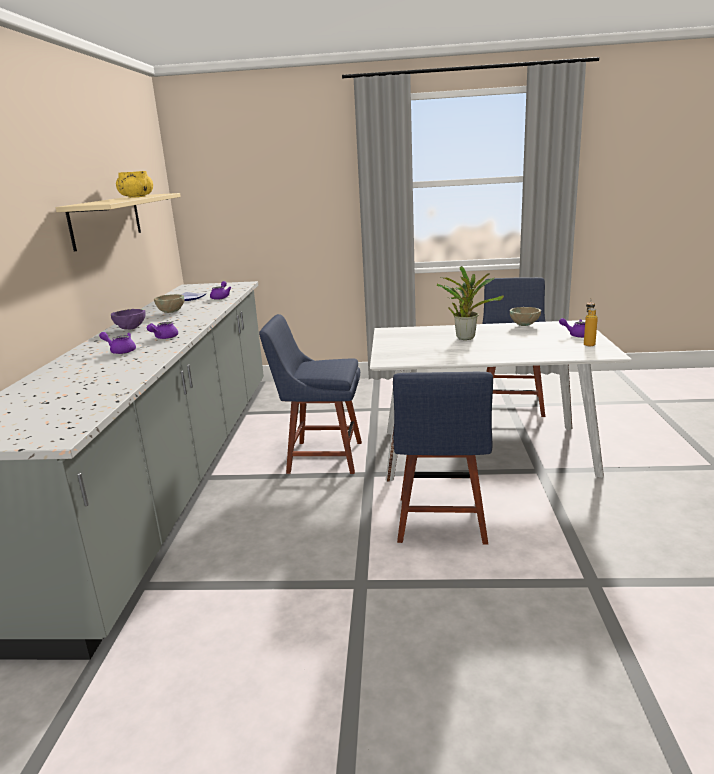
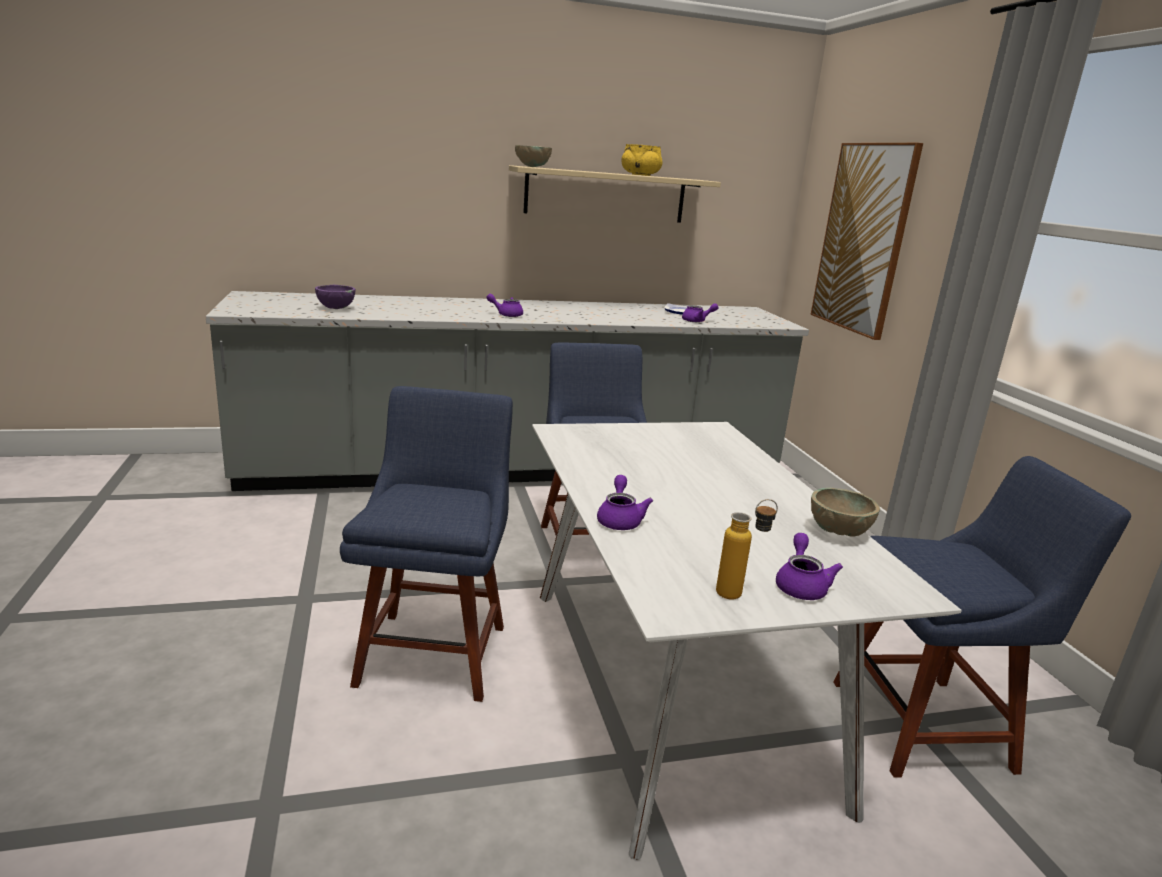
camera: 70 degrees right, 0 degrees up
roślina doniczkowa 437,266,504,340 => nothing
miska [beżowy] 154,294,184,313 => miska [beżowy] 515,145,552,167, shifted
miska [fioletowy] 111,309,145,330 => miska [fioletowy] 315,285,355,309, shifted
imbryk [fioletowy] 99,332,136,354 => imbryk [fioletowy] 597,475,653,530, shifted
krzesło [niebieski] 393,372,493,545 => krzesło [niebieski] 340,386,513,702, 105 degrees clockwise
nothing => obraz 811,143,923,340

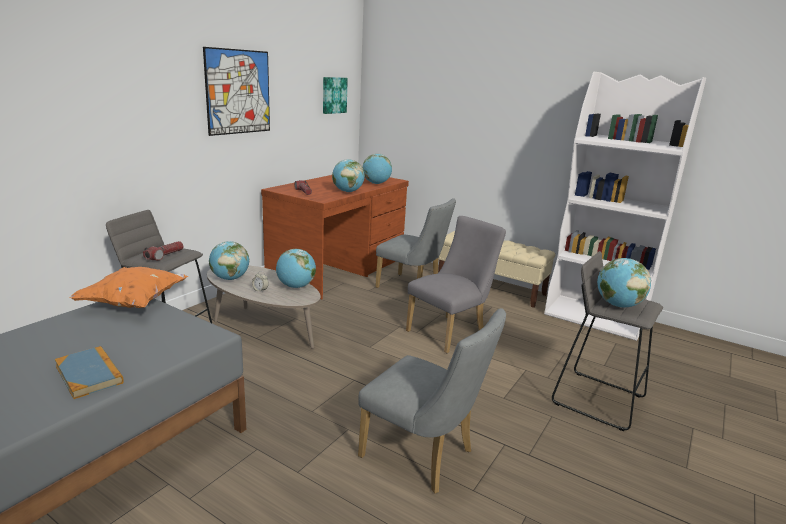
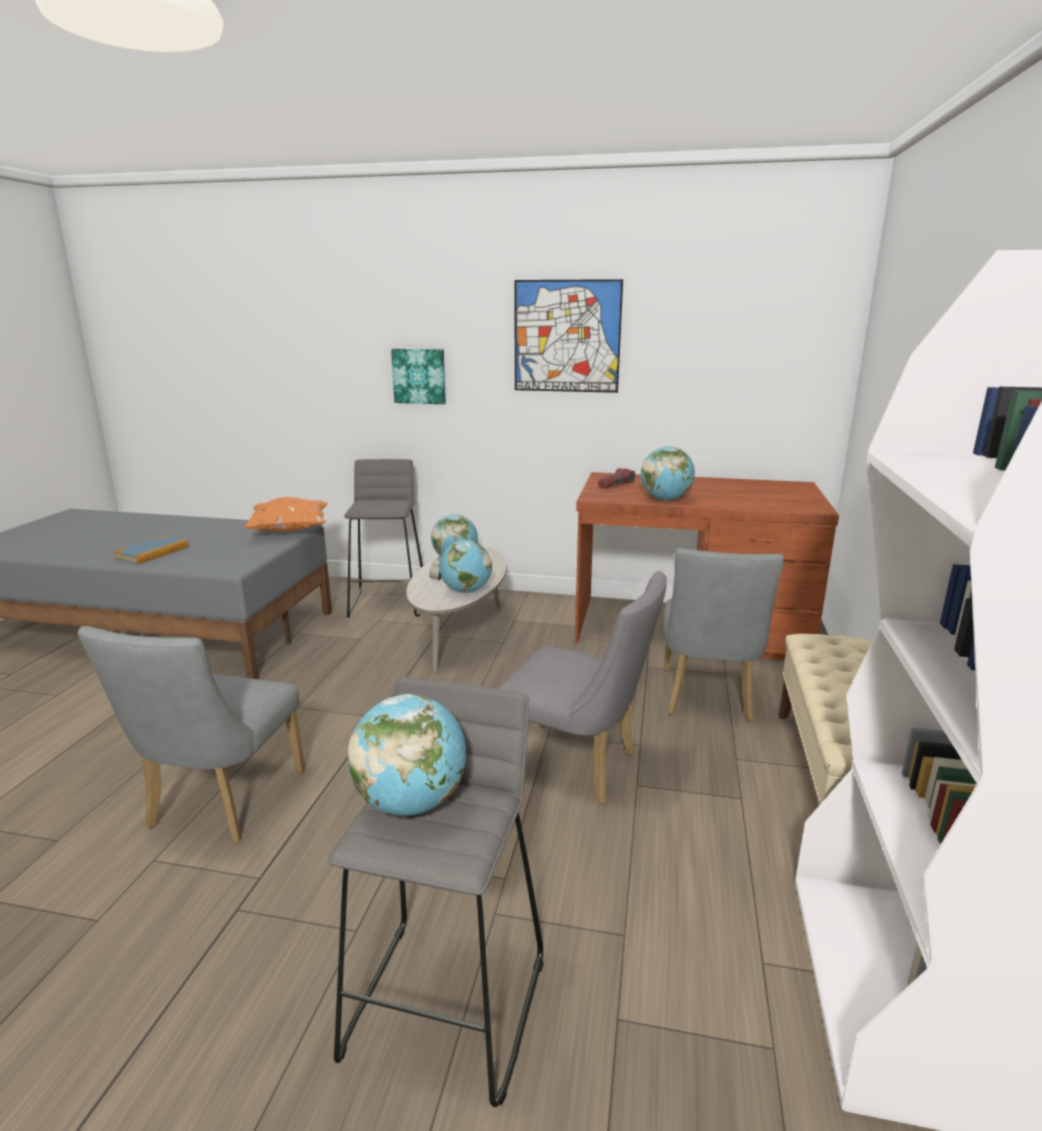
camera: 70 degrees right, 0 degrees up
obraz 323,77,348,114 => obraz 391,348,446,404, shifted
globus 362,154,392,184 => nothing
latarka 143,241,184,261 => nothing

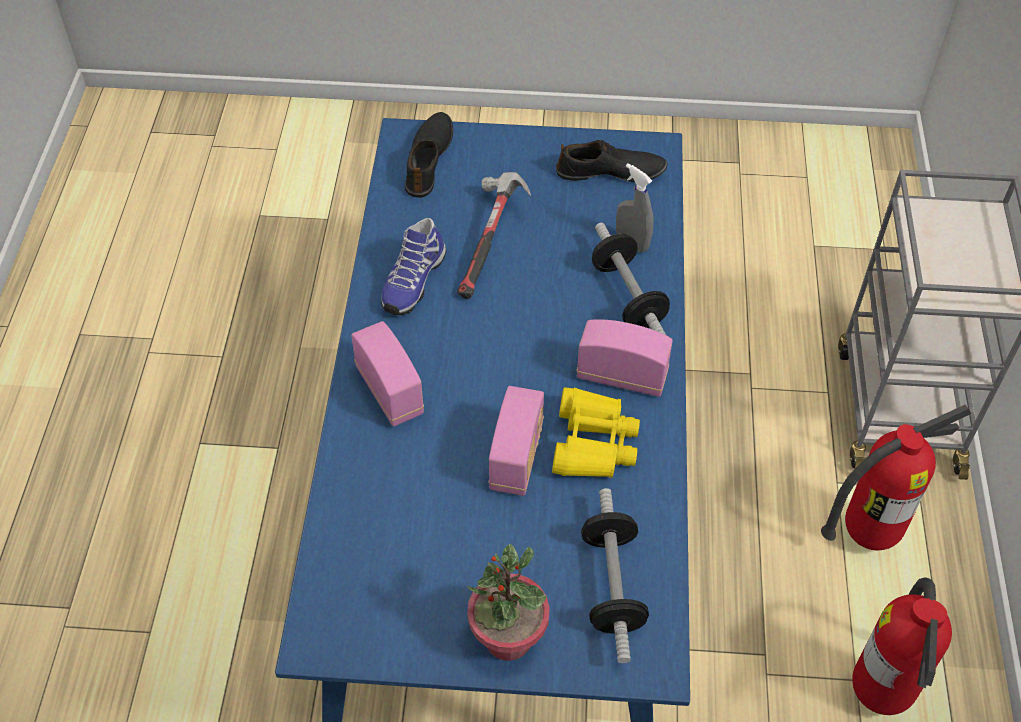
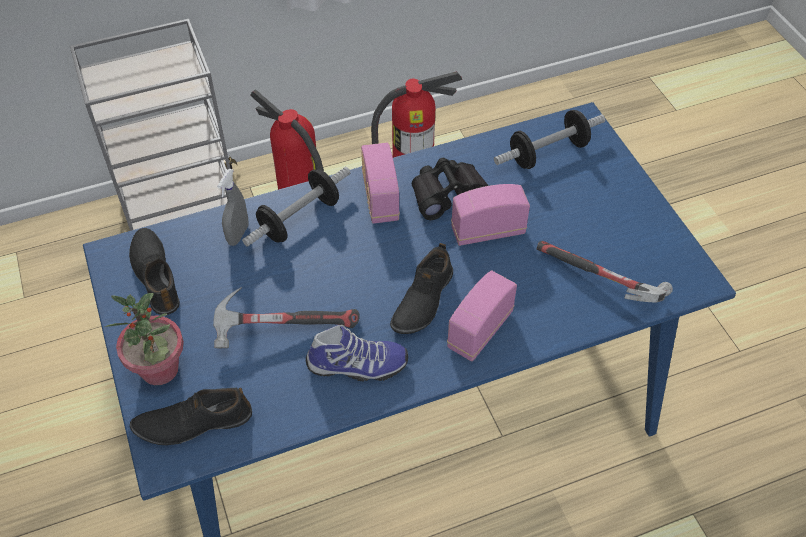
camera: 115 degrees left, 0 degrees up
lornetka [żółty] 552,387,640,478 => lornetka [czarny] 412,158,489,220
roślina doniczkowa 467,544,550,661 => roślina doniczkowa 105,293,184,385, shifted
nothing => młotek 537,241,673,302
nothing => but [czarny] 390,243,453,334

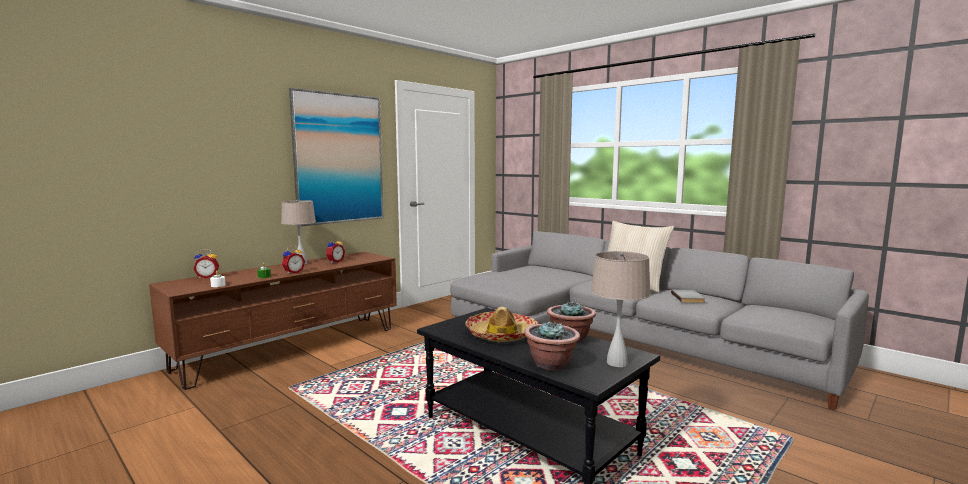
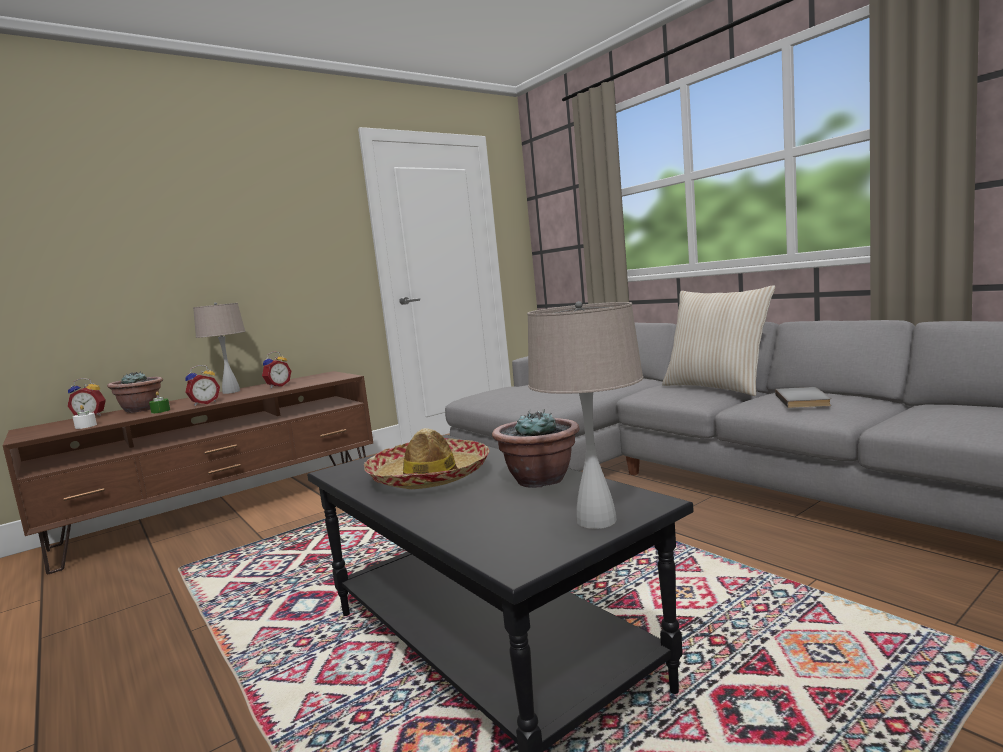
camera: 10 degrees right, 0 degrees up
obraz 289,88,384,226 => nothing
roślina doniczkowa 524,320,580,371 => roślina doniczkowa 107,371,163,413, shifted

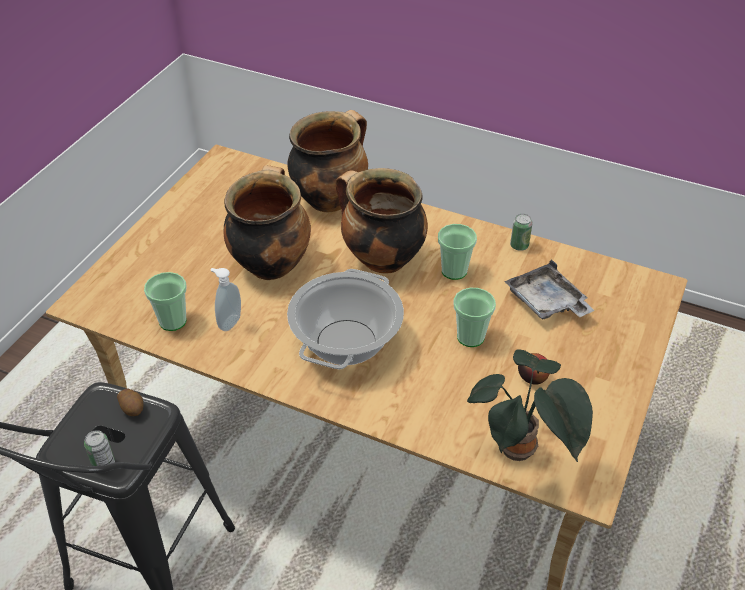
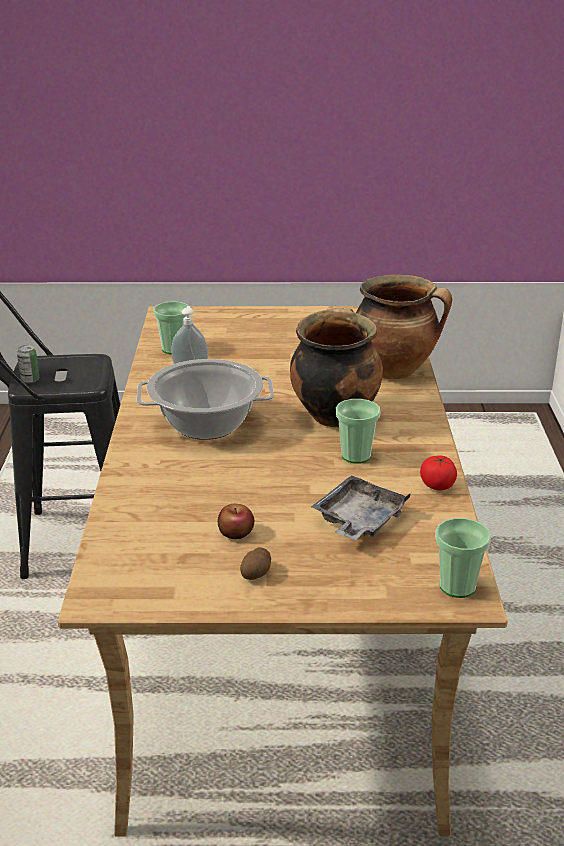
camera: 65 degrees right, 15 degrees down
garnek 224,165,311,280 => nothing
puszka 510,214,533,251 => pomidor 420,455,457,491
filiżanka 454,288,496,347 => filiżanka 435,518,491,598, shifted
roślina doniczkowa 467,349,593,462 => nothing
ziemniak 117,389,143,416 => ziemniak 240,547,271,580, shifted

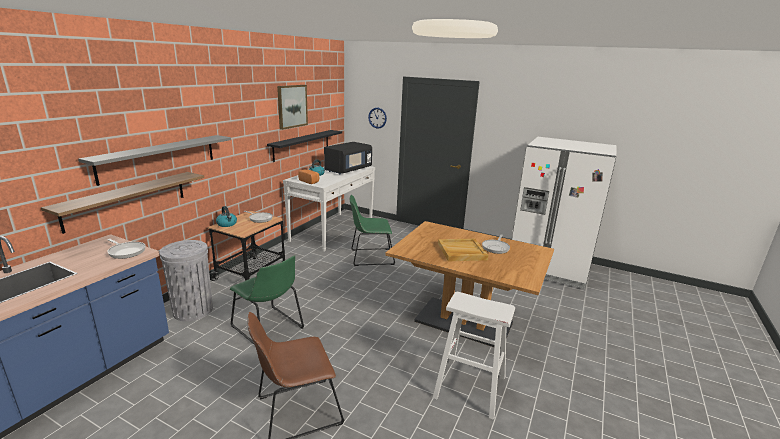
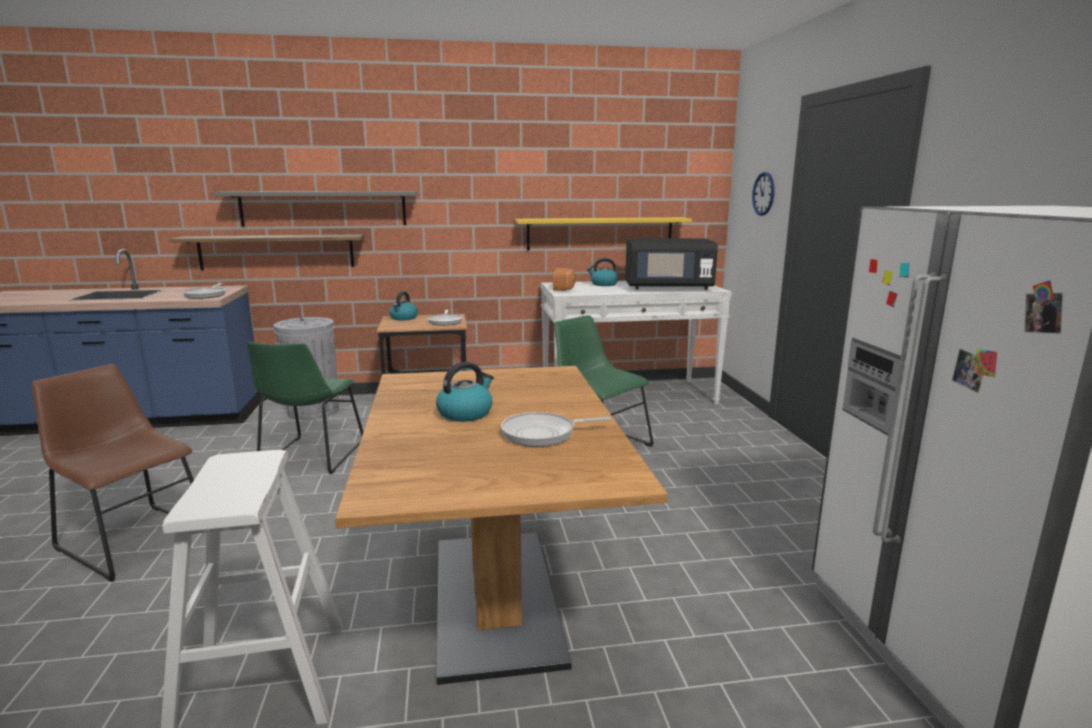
camera: 55 degrees right, 5 degrees down
obraz 277,85,308,130 => nothing
półka [czarny] 267,130,342,162 => półka [żółty] 515,217,692,250
taca [beżowy] 438,239,489,261 => czajnik 436,362,494,422

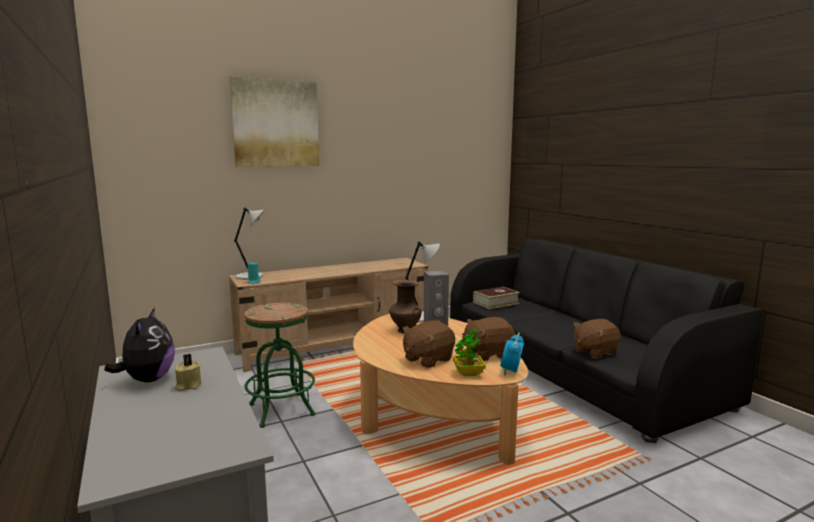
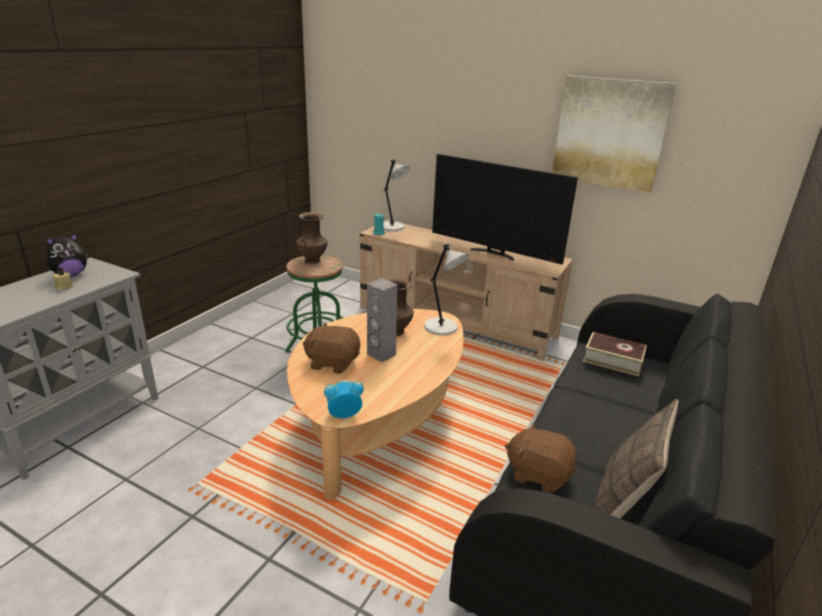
camera: 55 degrees right, 15 degrees up
obraz 229,76,319,167 => obraz 552,75,677,193, shifted
pluszak [brązowy] 461,317,515,361 => nothing
roślina doniczkowa 453,329,485,376 => nothing
nothing => telewizor 432,154,578,265
nothing => wazon [brązowy] 296,212,328,264
nothing => poduszka 594,399,678,518

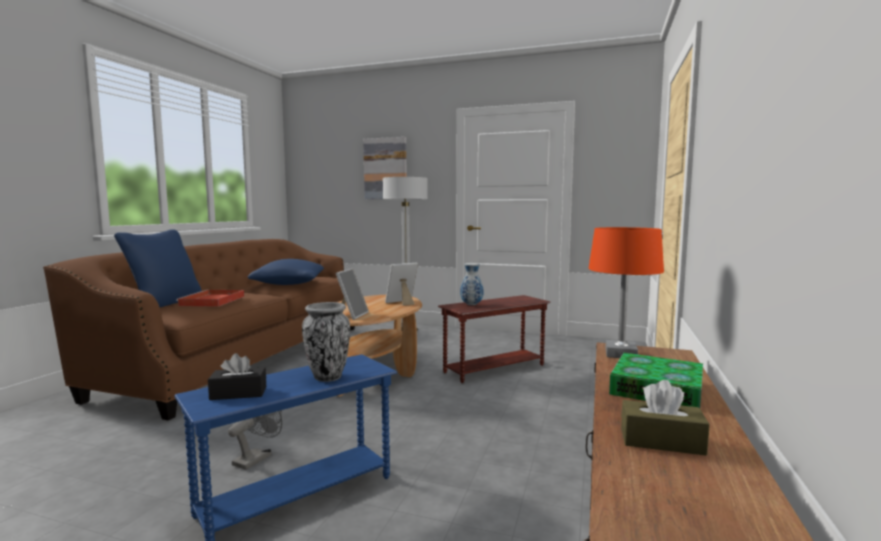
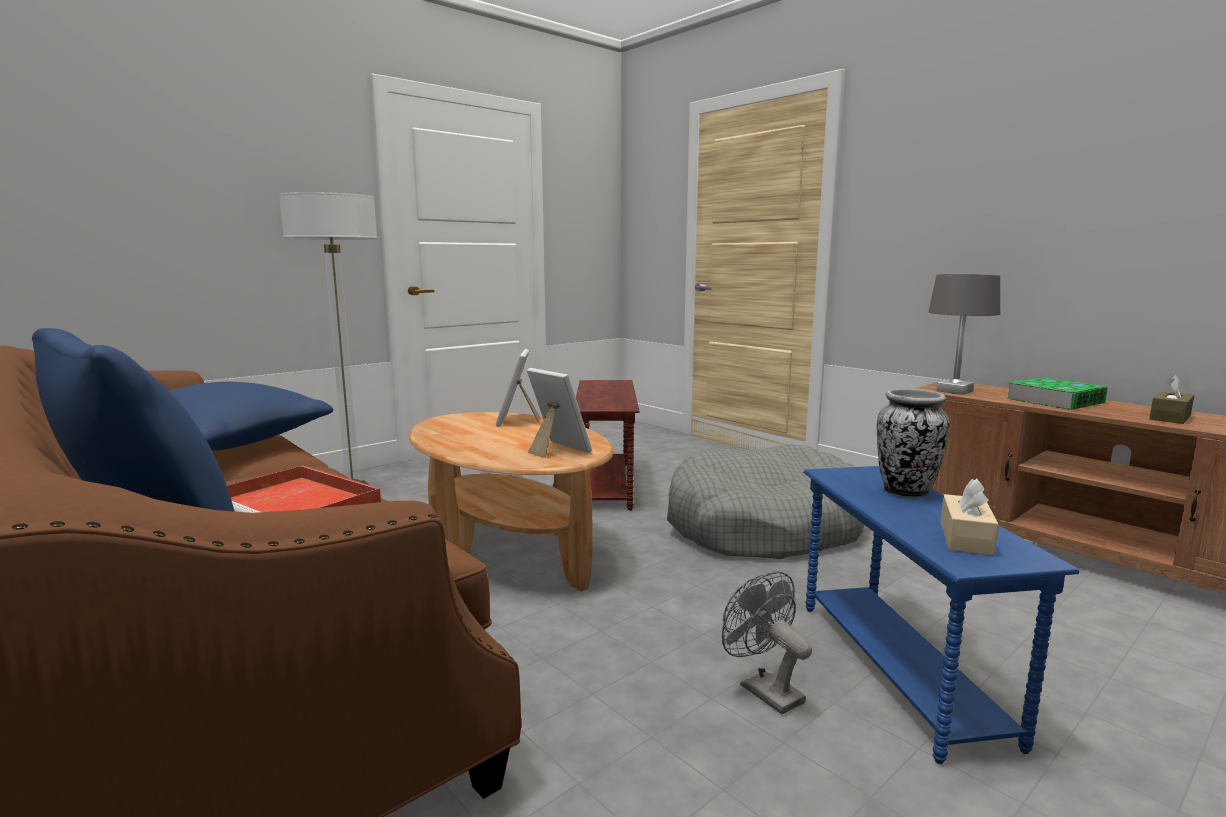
camera: 60 degrees left, 5 degrees up
obraz 363,137,406,199 => nothing
lampa stołowa [pomarańczowy] 589,227,664,358 => lampa stołowa [szary] 928,274,1000,395
wazon 460,263,484,305 => nothing
pudełko chusteczek [czarny] 208,353,266,400 => pudełko chusteczek [beżowy] 940,478,999,556
nothing => legowisko [szary] 667,444,864,559

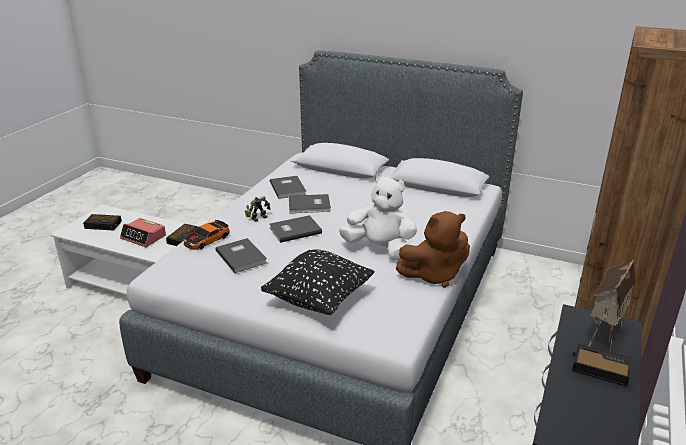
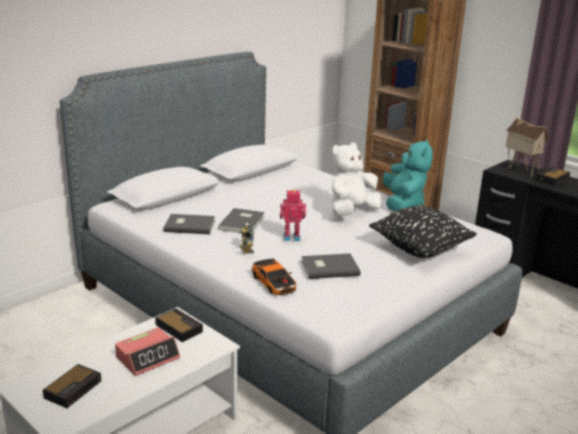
camera: 70 degrees left, 5 degrees down
pluszak [brązowy] 396,211,470,288 => pluszak [turkusowy] 383,139,432,211
książka [szary] 269,215,322,243 => robot zabawkowy 280,189,306,241

